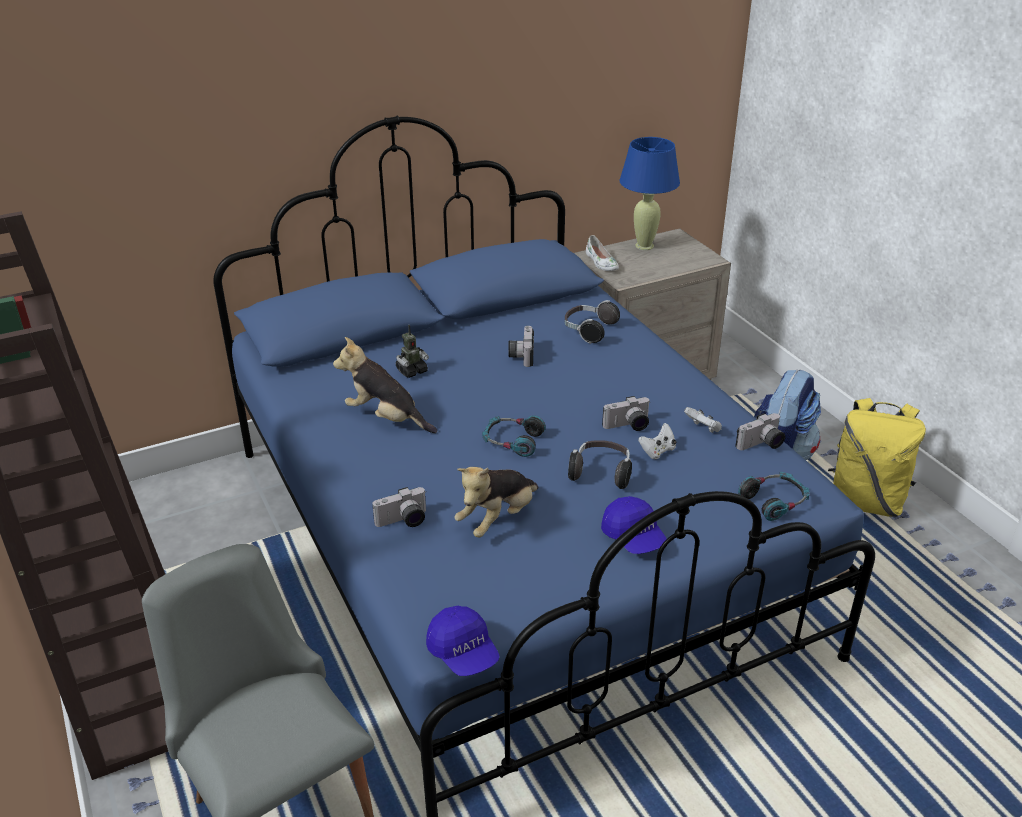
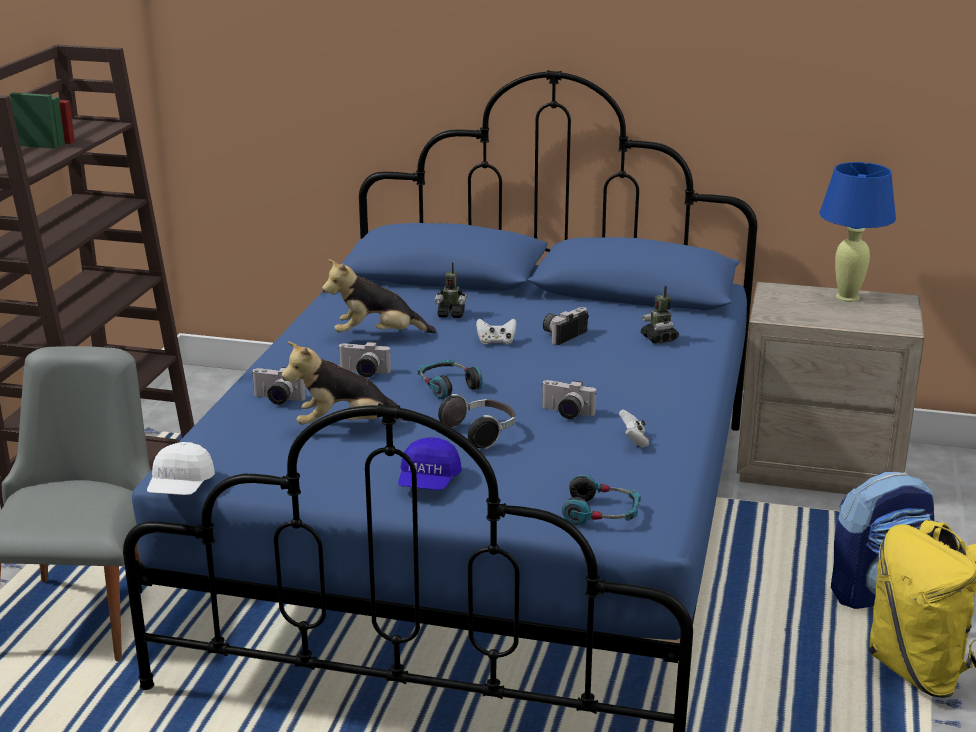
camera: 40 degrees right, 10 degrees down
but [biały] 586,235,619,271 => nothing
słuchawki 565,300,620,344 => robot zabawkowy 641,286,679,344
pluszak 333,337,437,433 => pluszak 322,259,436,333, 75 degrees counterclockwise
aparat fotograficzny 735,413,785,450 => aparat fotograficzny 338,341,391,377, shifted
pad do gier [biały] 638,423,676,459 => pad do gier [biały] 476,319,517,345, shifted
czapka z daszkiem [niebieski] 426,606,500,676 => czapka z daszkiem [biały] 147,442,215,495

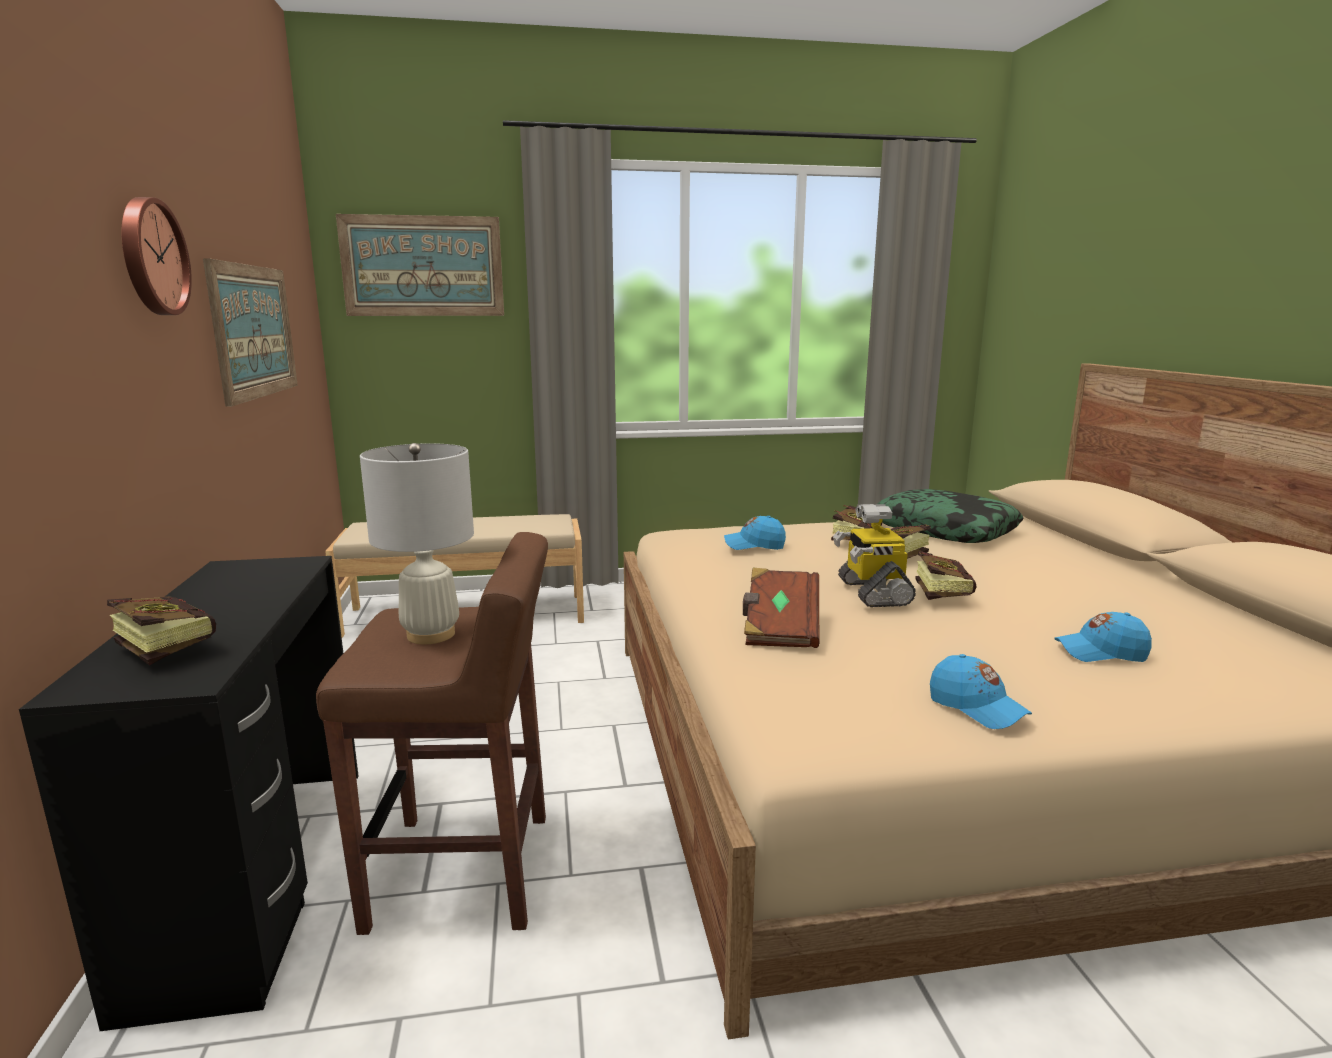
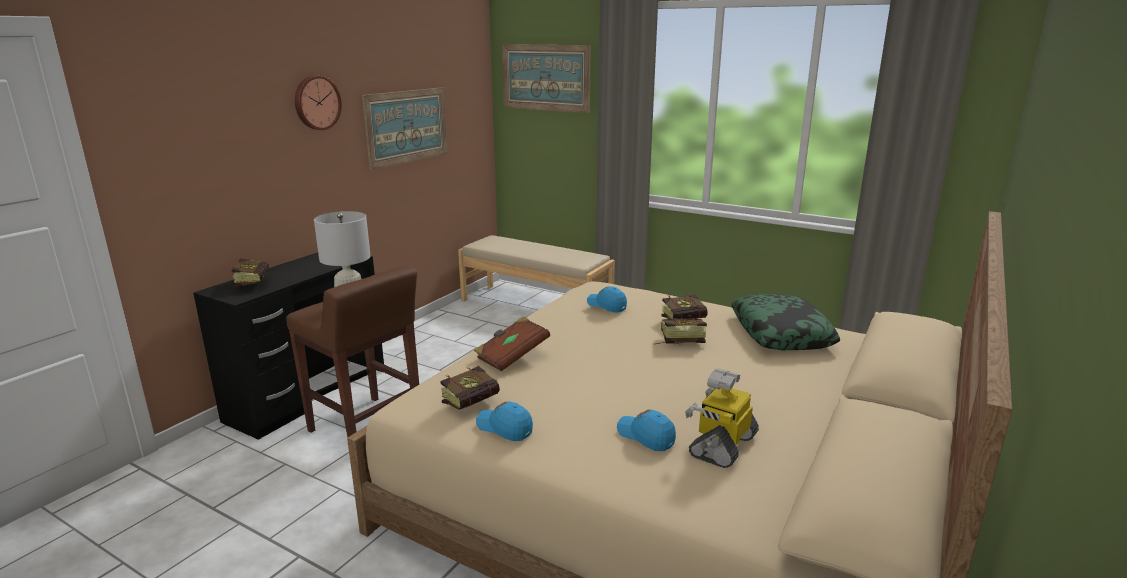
camera: 40 degrees right, 5 degrees up
robot zabawkowy 833,504,916,607 => robot zabawkowy 685,368,759,468, shifted
książka 915,551,976,600 => książka 440,366,500,410, shifted
czapka z daszkiem [niebieski] 930,654,1032,729 => czapka z daszkiem [niebieski] 476,401,533,441, 120 degrees clockwise

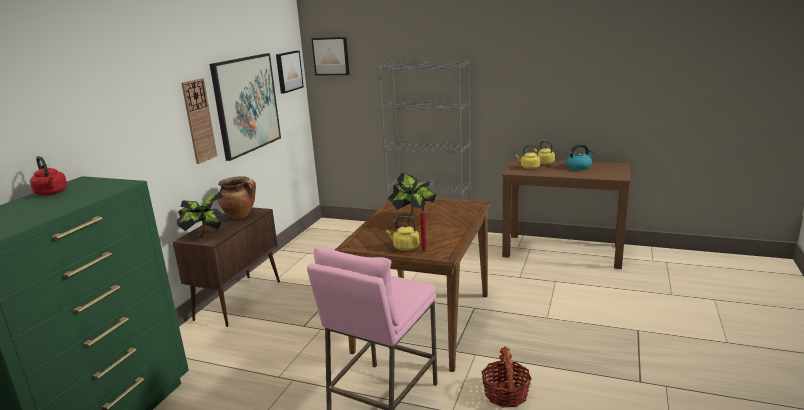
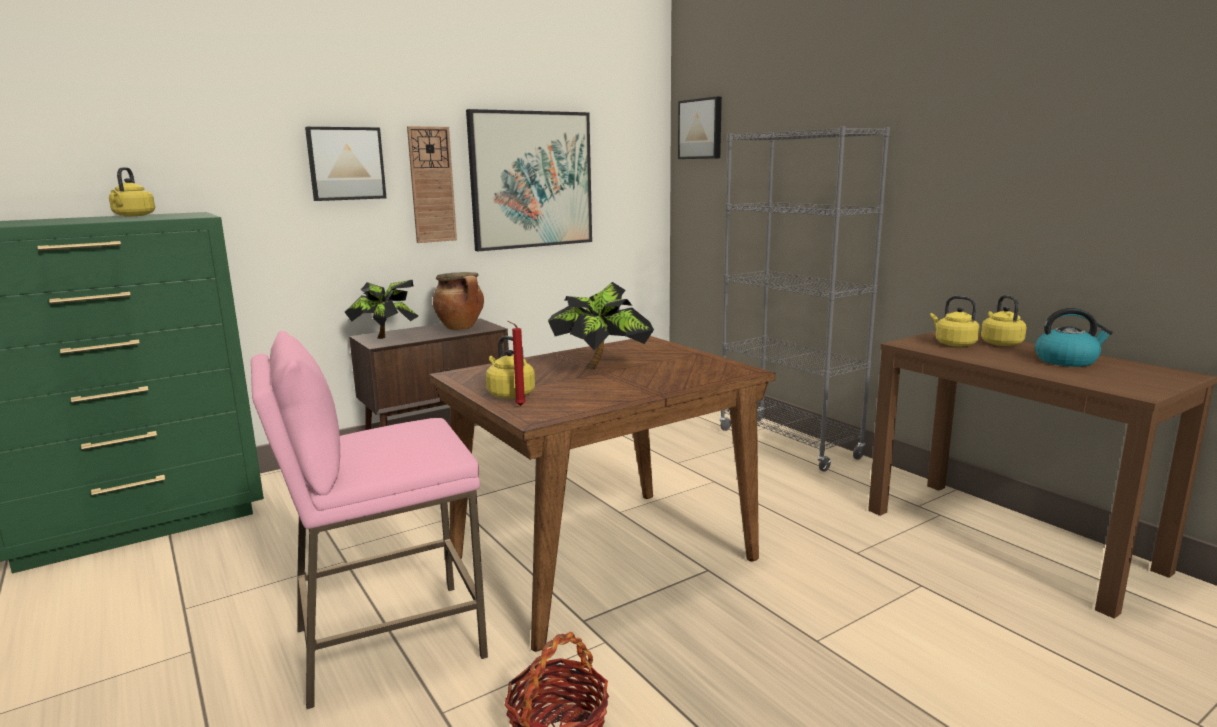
camera: 35 degrees right, 5 degrees down
obraz 276,51,304,93 => obraz 305,127,386,201, shifted
czajnik [czerwony] 30,156,67,195 => czajnik [żółty] 109,167,155,216

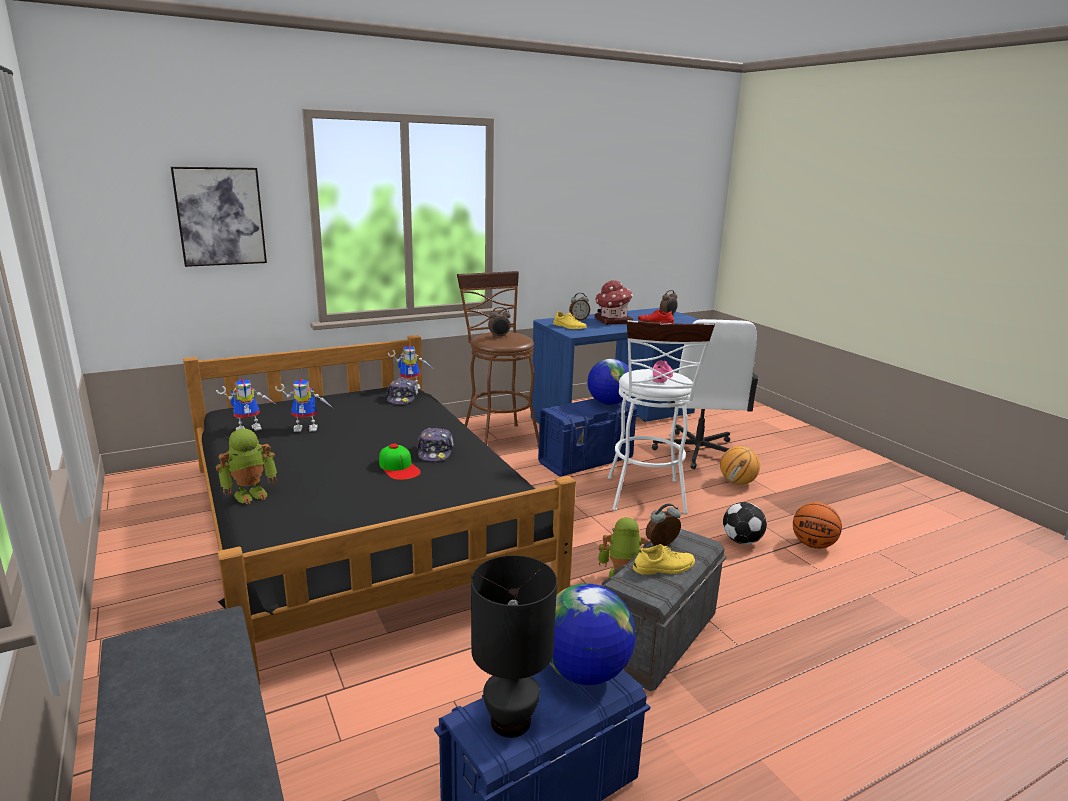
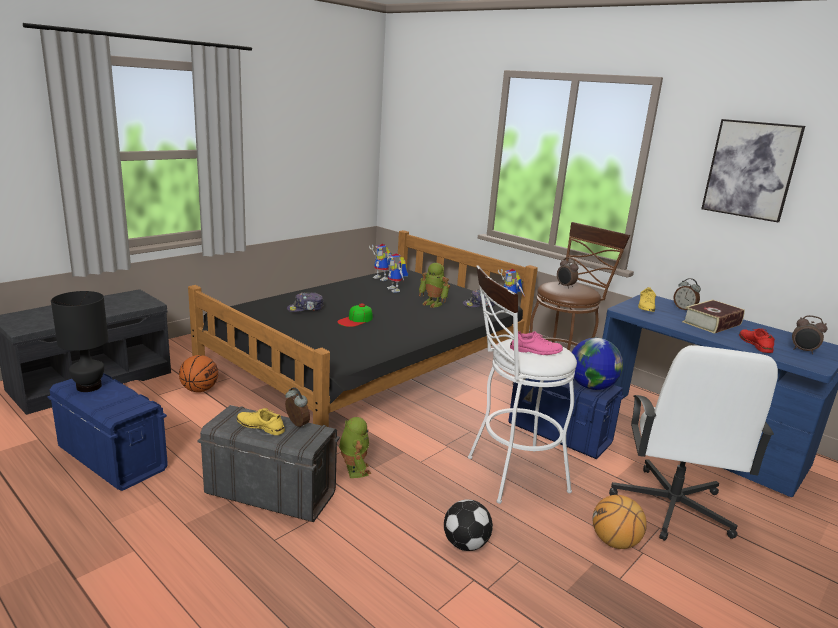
camera: 70 degrees right, 0 degrees up
obraz 171,167,267,267 => obraz 701,119,805,223, shifted
domek 595,280,633,325 => książka 682,300,745,334
krzesło biurowe [biały] 652,319,760,469 => krzesło biurowe [biały] 609,345,778,541, 60 degrees counterclockwise
czapka z daszkiem 417,428,454,462 => czapka z daszkiem 287,292,323,312, shifted
robot zabawkowy 216,429,277,504 => robot zabawkowy 419,263,450,308, shifted
piłka do koszykówki 793,502,842,549 => piłka do koszykówki 179,355,218,392, shifted
but [żółty] 633,544,695,575 => but [żółty] 237,408,285,435, 150 degrees clockwise
globus 549,583,636,685 => nothing

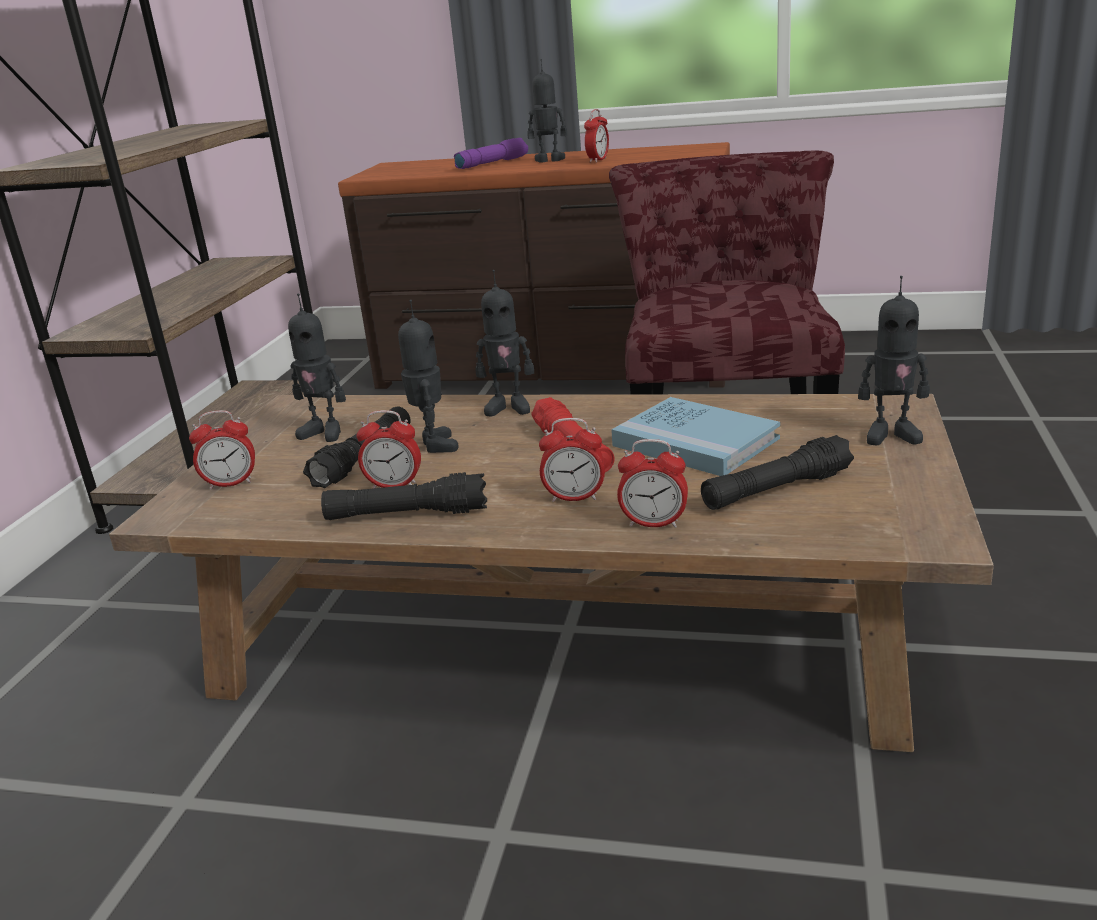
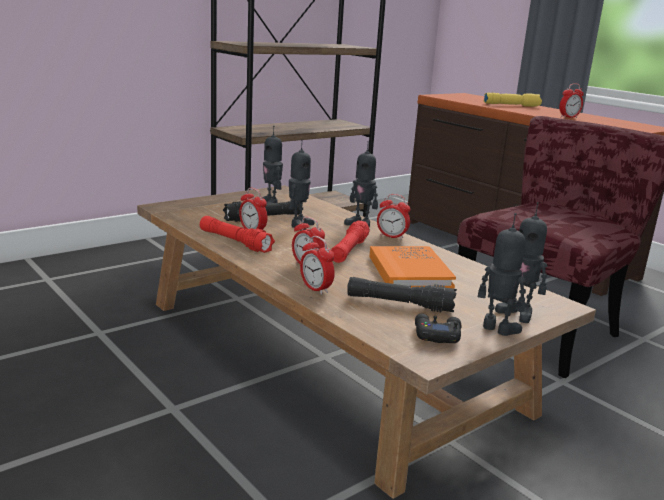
camera: 35 degrees right, 5 degrees down
robot zabawkowy 527,59,567,162 => robot zabawkowy 478,213,526,336, shifted
latarka [fioletowy] 454,138,528,169 => latarka [żółty] 484,93,542,107
książka [niebieski] 611,397,780,476 => książka [pomarańczowy] 369,246,456,288
budzik 189,410,255,490 => budzik 377,194,410,240, shifted
latarka [czarny] 321,472,487,520 => latarka [czerwony] 200,216,275,253
nothing => pad do gier [czarny] 415,314,461,343

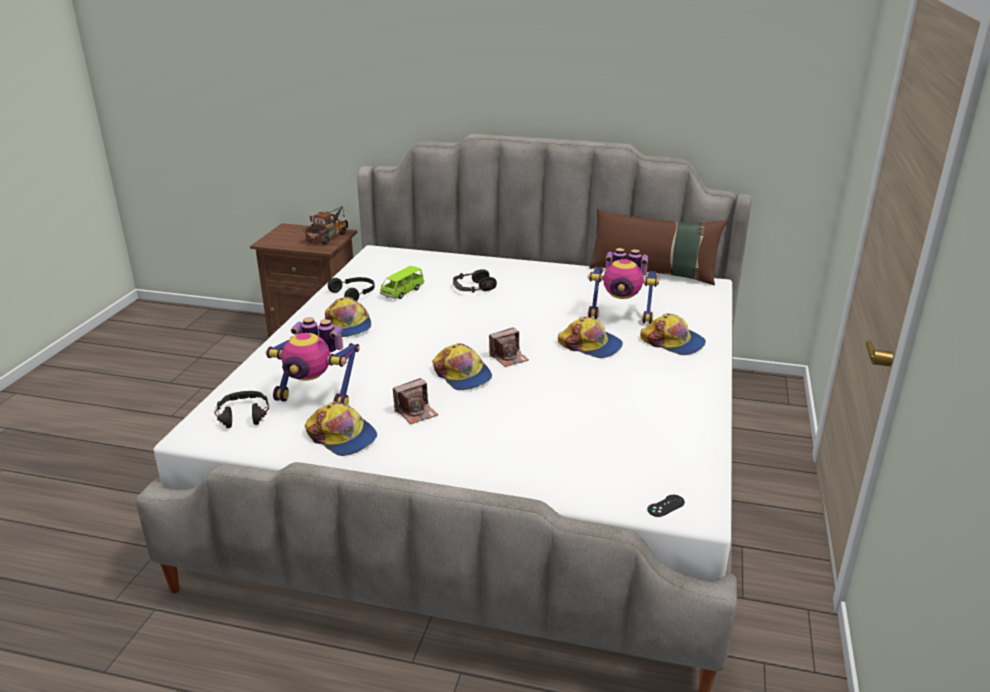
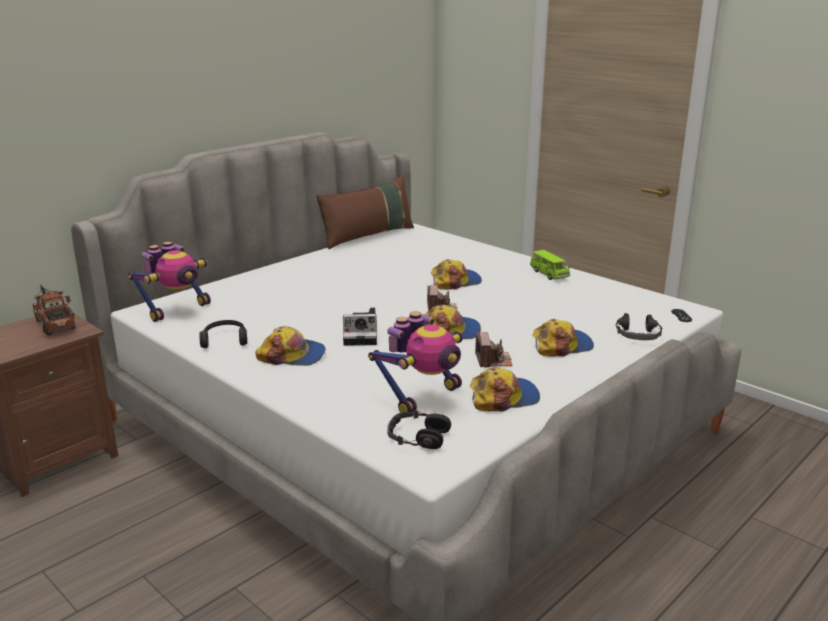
camera: 60 degrees left, 5 degrees down
robot zabawkowy 588,248,659,324 => robot zabawkowy 128,242,211,322, shifted
samochodzik [zielony] 380,266,424,299 => samochodzik [zielony] 530,250,570,280, shifted
słuchawki 453,269,497,293 => słuchawki 616,313,663,340, shifted
czapka z daszkiem 640,314,706,355 => czapka z daszkiem 532,319,594,357, shifted
nothing => aparat fotograficzny 343,308,377,346

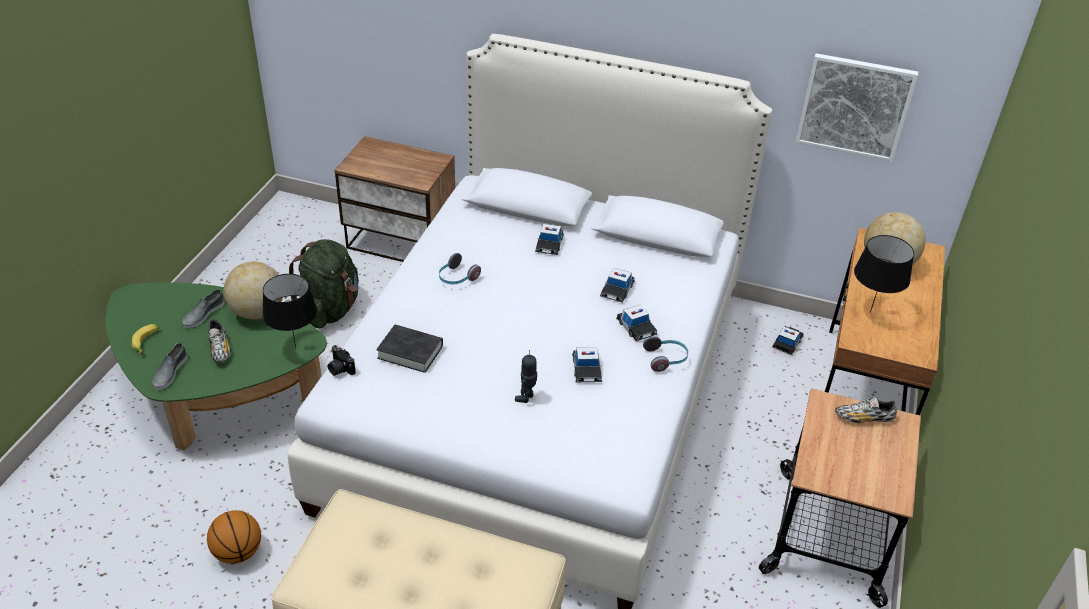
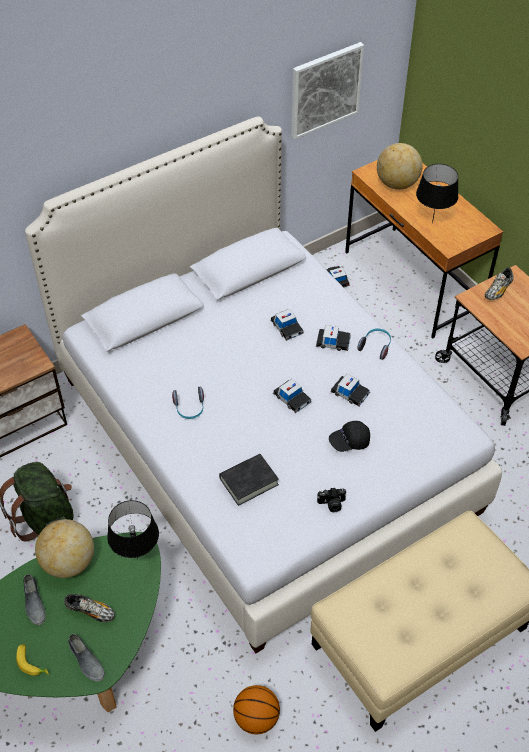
camera: 50 degrees left, 10 degrees up
samochodzik 535,224,564,255 => samochodzik 273,379,312,413, shifted
aparat fotograficzny 328,345,356,376 => aparat fotograficzny 317,488,347,512, shifted
robot zabawkowy 515,350,537,403 => czapka z daszkiem [czarny] 329,421,370,452

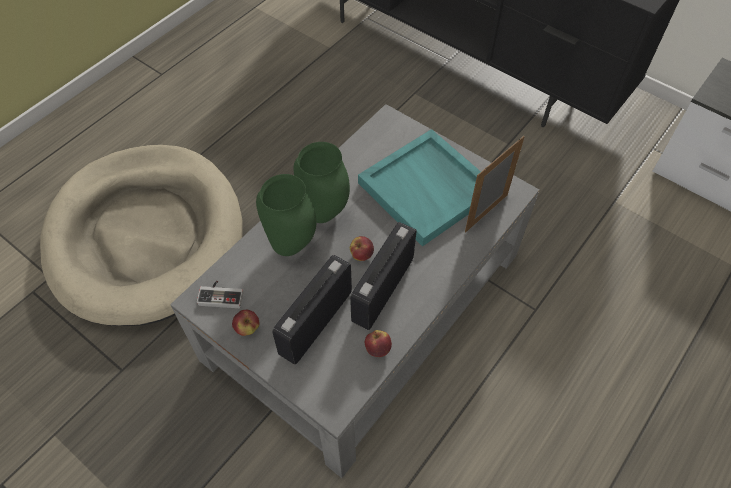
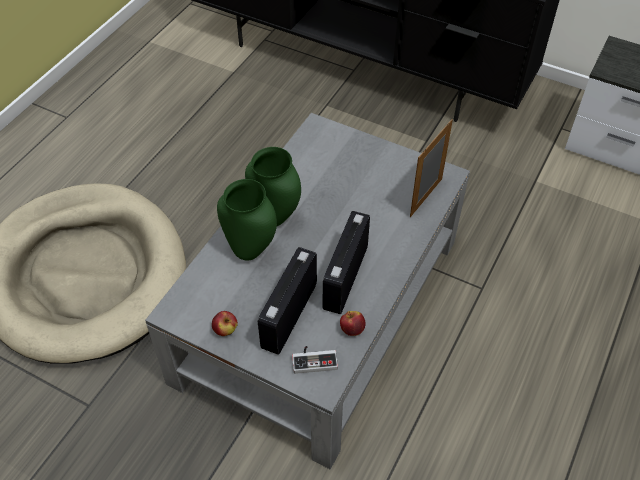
camera: 10 degrees left, 5 degrees down
taca [turkusowy] 358,129,481,247 => nothing
jabłko 350,236,374,261 => nothing
pad do gier 197,281,244,308 => pad do gier 292,346,338,374, shifted

